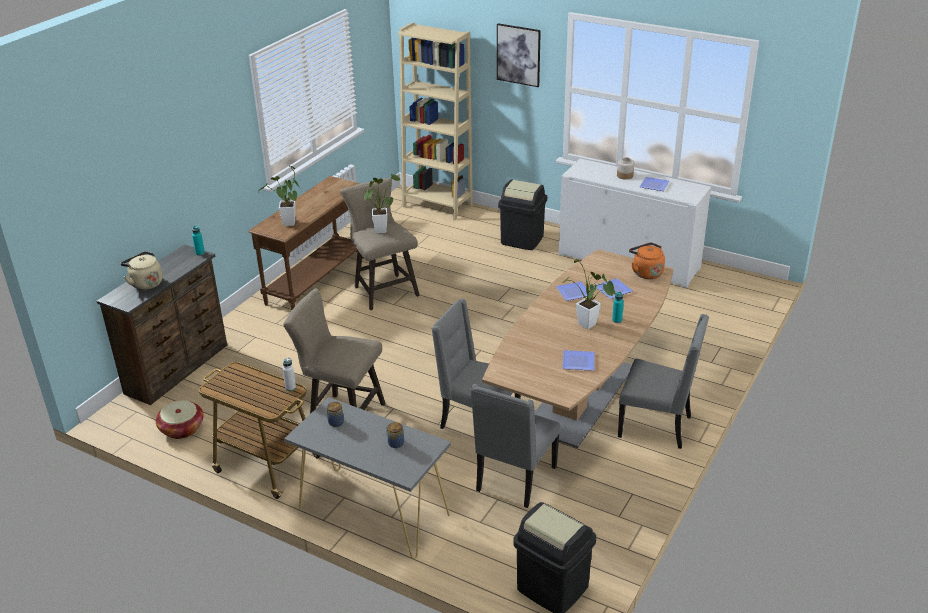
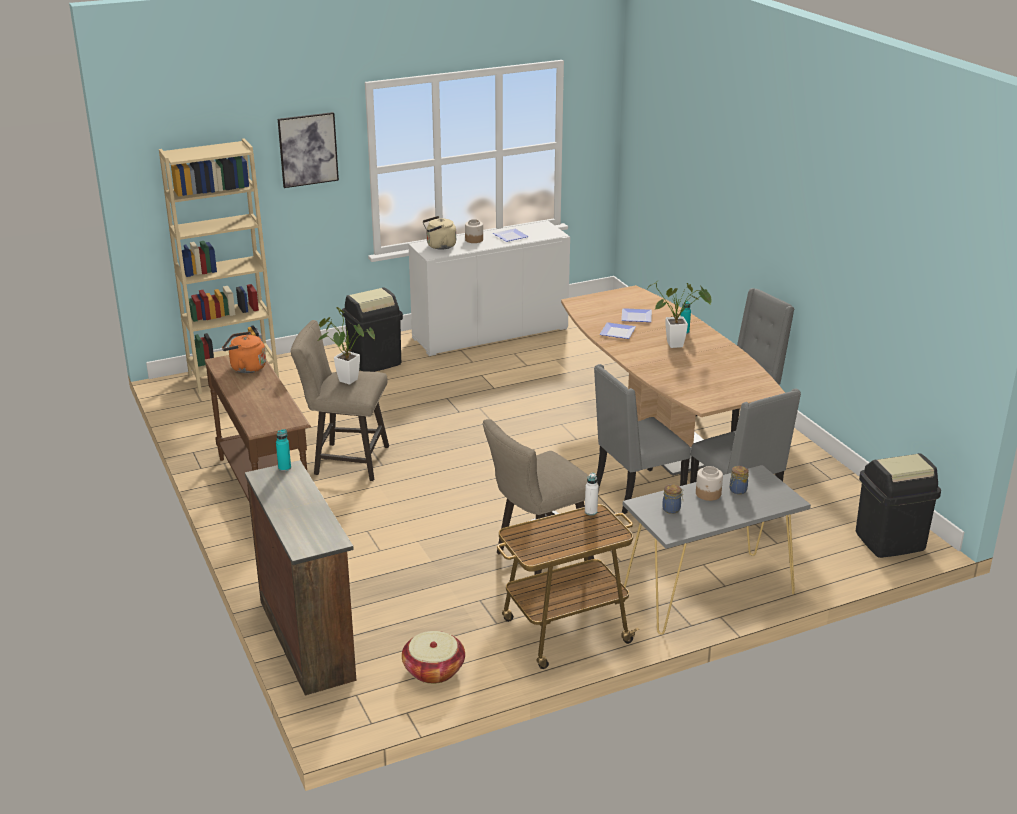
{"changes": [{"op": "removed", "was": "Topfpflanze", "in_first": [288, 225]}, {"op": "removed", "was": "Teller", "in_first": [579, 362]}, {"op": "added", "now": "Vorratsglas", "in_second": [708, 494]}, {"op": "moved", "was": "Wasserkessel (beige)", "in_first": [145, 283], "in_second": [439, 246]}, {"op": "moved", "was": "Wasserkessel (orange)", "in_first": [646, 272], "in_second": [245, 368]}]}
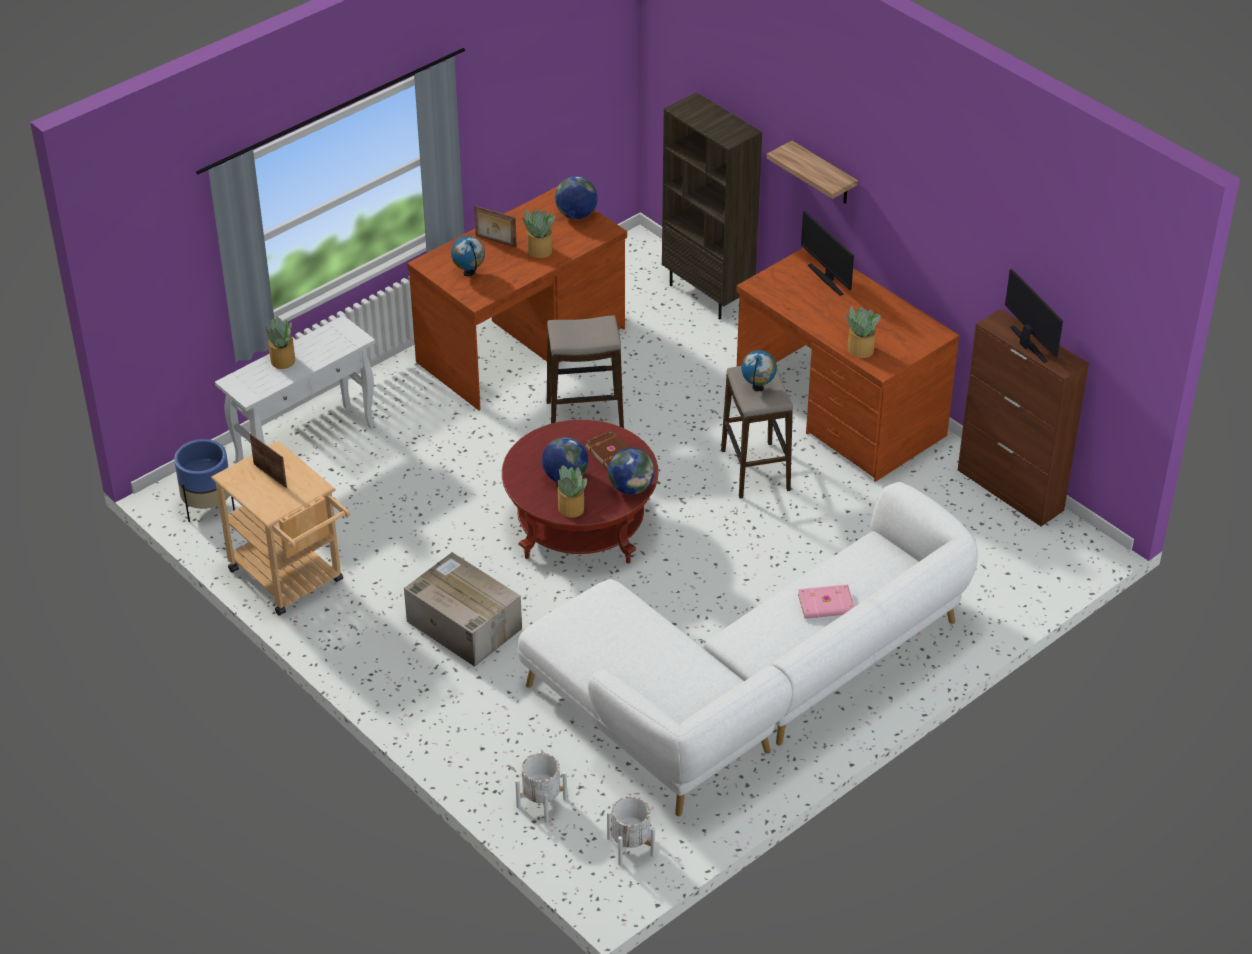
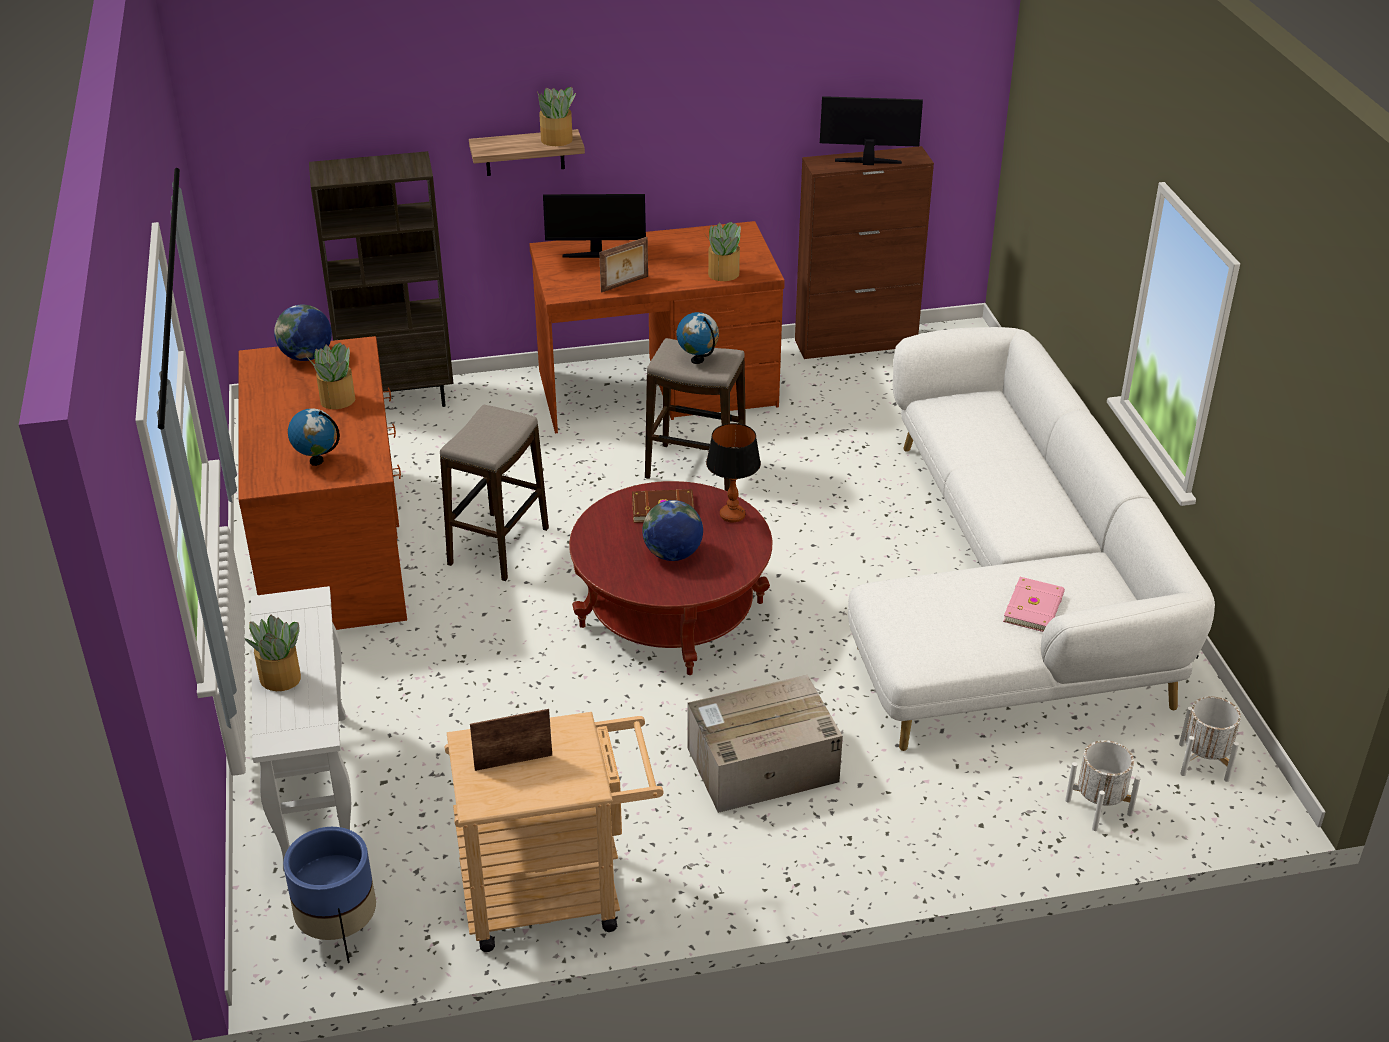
{"changes": [{"op": "moved", "was": "Bilderrahmen", "in_first": [495, 241], "in_second": [625, 284]}, {"op": "moved", "was": "Topfpflanze", "in_first": [571, 508], "in_second": [557, 140]}, {"op": "moved", "was": "Buch (rosa)", "in_first": [826, 605], "in_second": [1035, 608]}, {"op": "replaced", "was": "Globus", "now": "Tischlampe", "in_first": [631, 488], "in_second": [732, 515]}]}
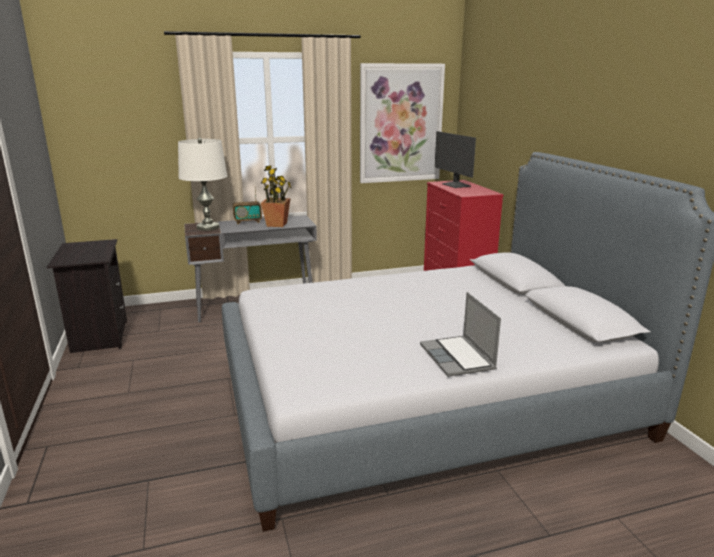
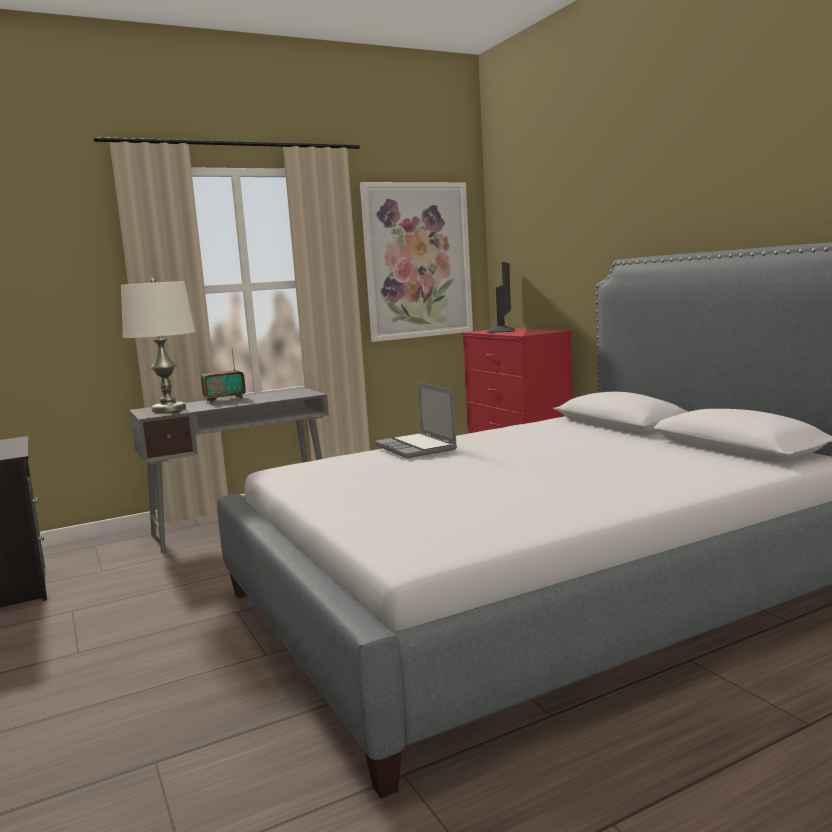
{"changes": [{"op": "removed", "was": "Topfpflanze", "in_first": [277, 224]}, {"op": "moved", "was": "Laptop", "in_first": [458, 358], "in_second": [417, 447]}, {"op": "turned", "was": "Monitor", "in_first": [455, 185], "in_second": [502, 330], "clockwise": -135}]}
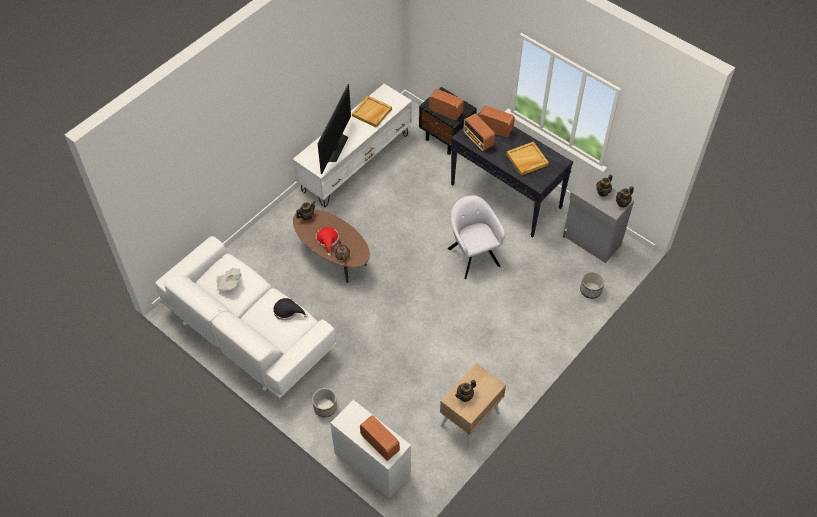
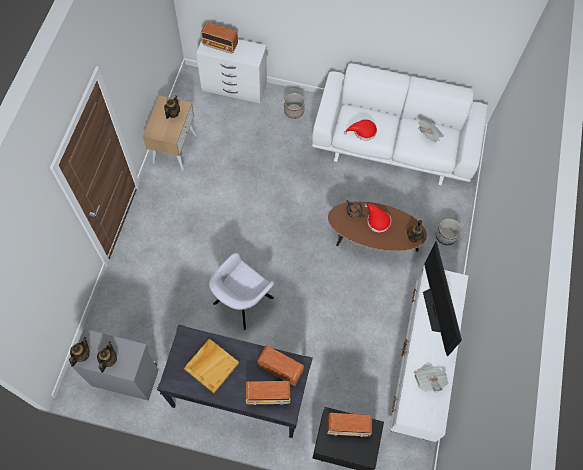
{"changes": [{"op": "moved", "was": "Pflanzkübel", "in_first": [590, 290], "in_second": [446, 236]}, {"op": "replaced", "was": "Tablett (beige)", "now": "Zeitung", "in_first": [372, 113], "in_second": [428, 379]}, {"op": "recoloured", "was": "Hut (schwarz)", "now": "Hut (rot)", "in_first": [287, 311], "in_second": [363, 131]}, {"op": "turned", "was": "Sessel (grau)", "in_first": [472, 255], "in_second": [241, 302], "clockwise": 90}]}
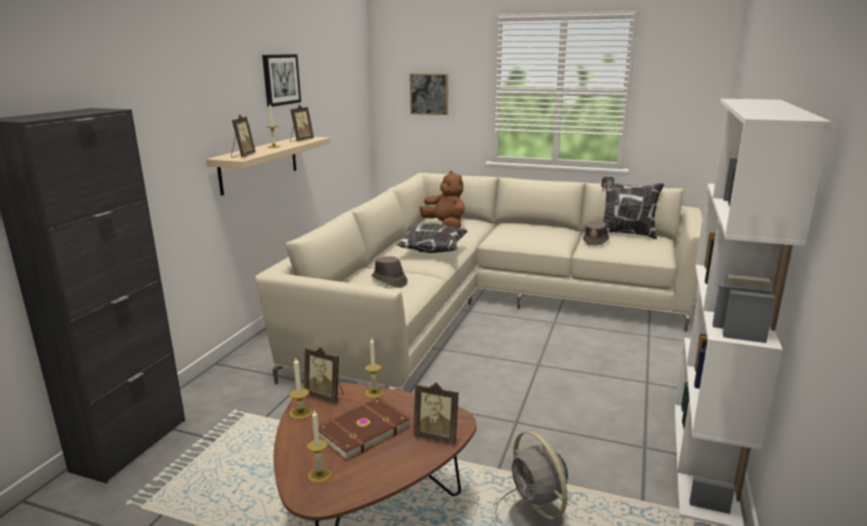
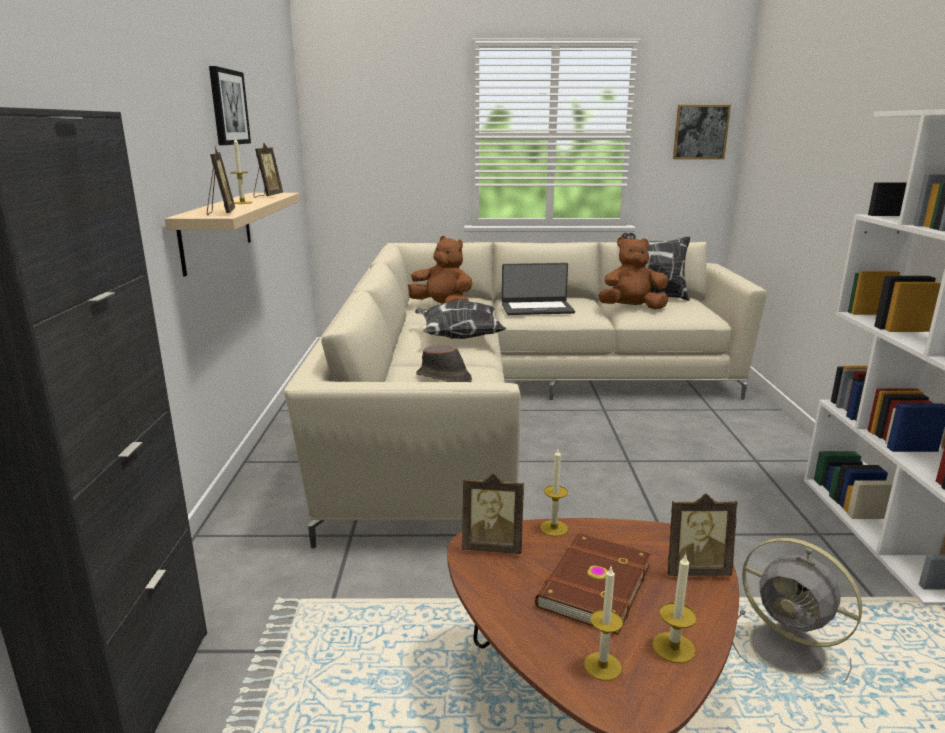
{"changes": [{"op": "added", "now": "Laptop", "in_second": [537, 308]}, {"op": "moved", "was": "Kerze", "in_first": [300, 412], "in_second": [673, 647]}, {"op": "moved", "was": "Bild", "in_first": [429, 94], "in_second": [700, 132]}, {"op": "replaced", "was": "Hut (braun)", "now": "Plüschtier (braun)", "in_first": [596, 241], "in_second": [631, 308]}]}
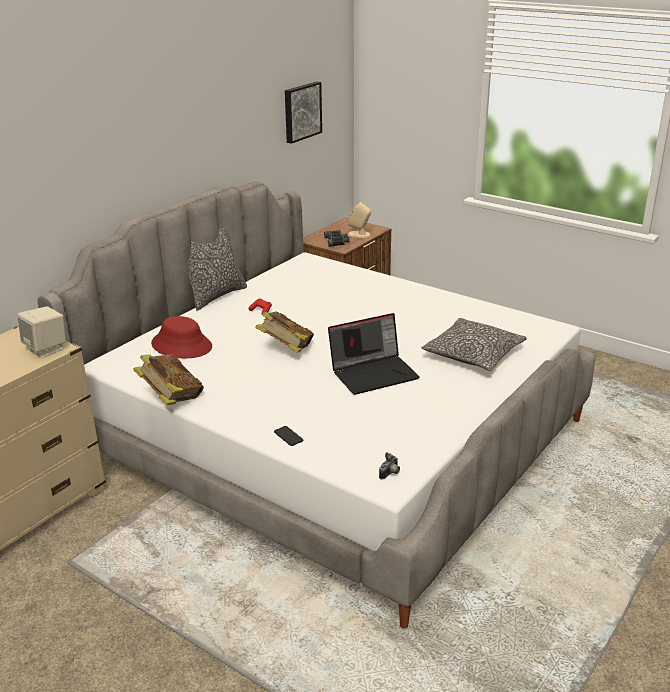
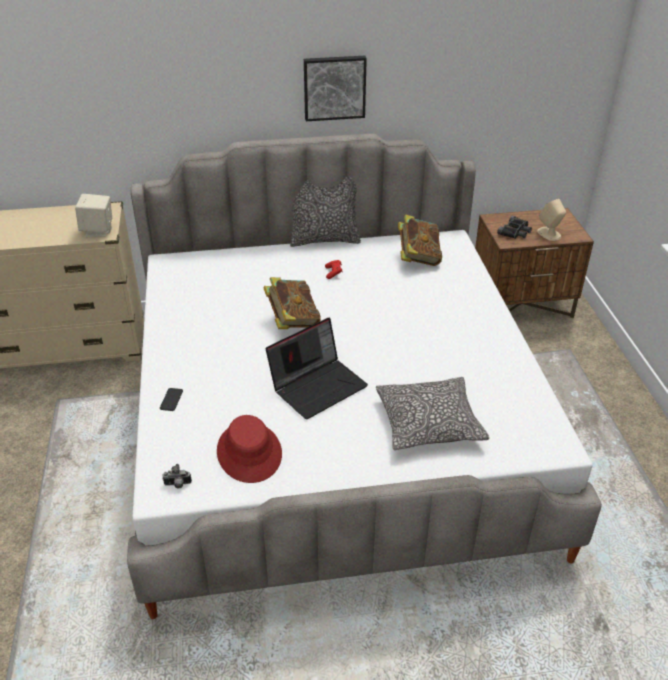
{"changes": [{"op": "moved", "was": "Buch", "in_first": [171, 398], "in_second": [418, 258]}, {"op": "moved", "was": "Hut (rot)", "in_first": [182, 345], "in_second": [249, 452]}, {"op": "moved", "was": "Bild", "in_first": [301, 111], "in_second": [334, 87]}, {"op": "turned", "was": "Laptop", "in_first": [374, 373], "in_second": [318, 385], "clockwise": -60}]}
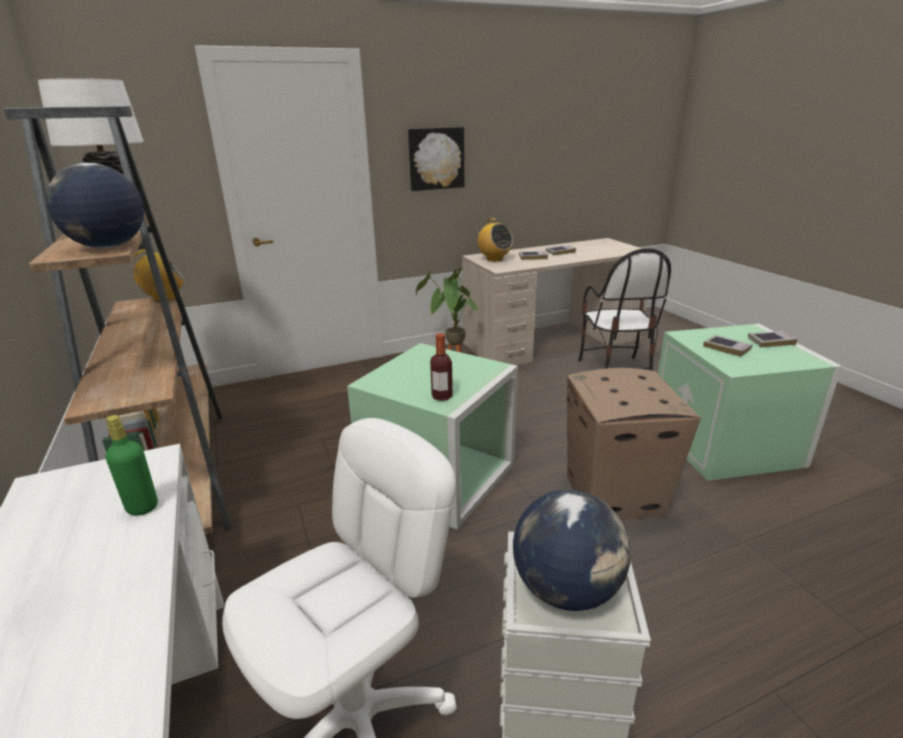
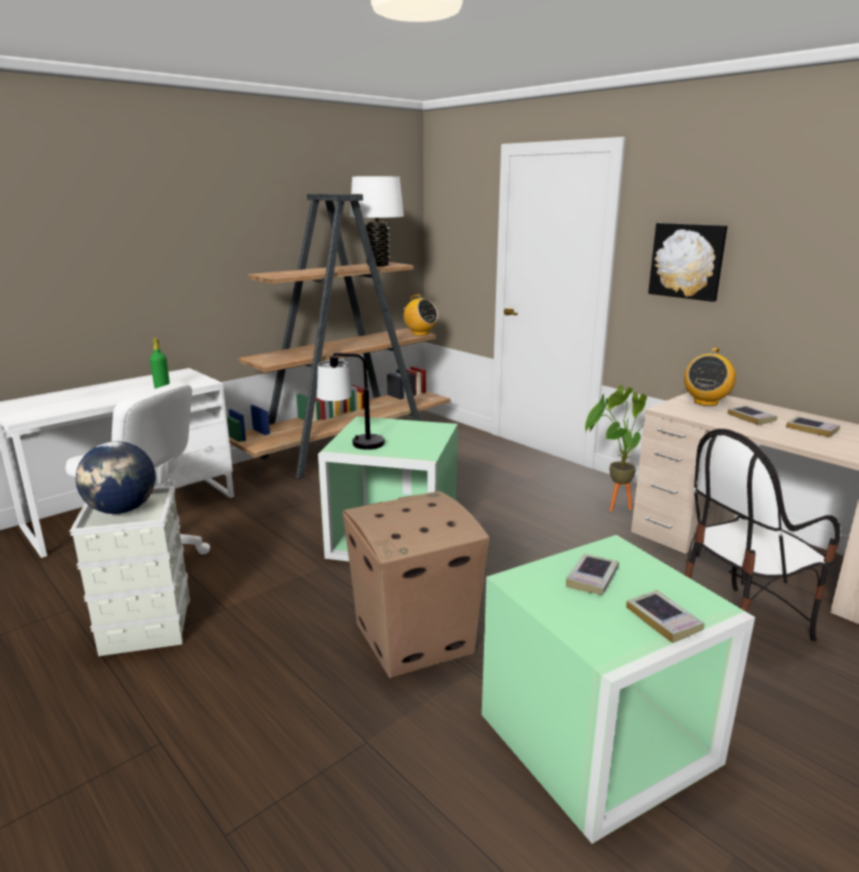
{"changes": [{"op": "removed", "was": "Globus", "in_first": [108, 247]}, {"op": "replaced", "was": "Flasche", "now": "Tischlampe", "in_first": [442, 396], "in_second": [352, 445]}]}
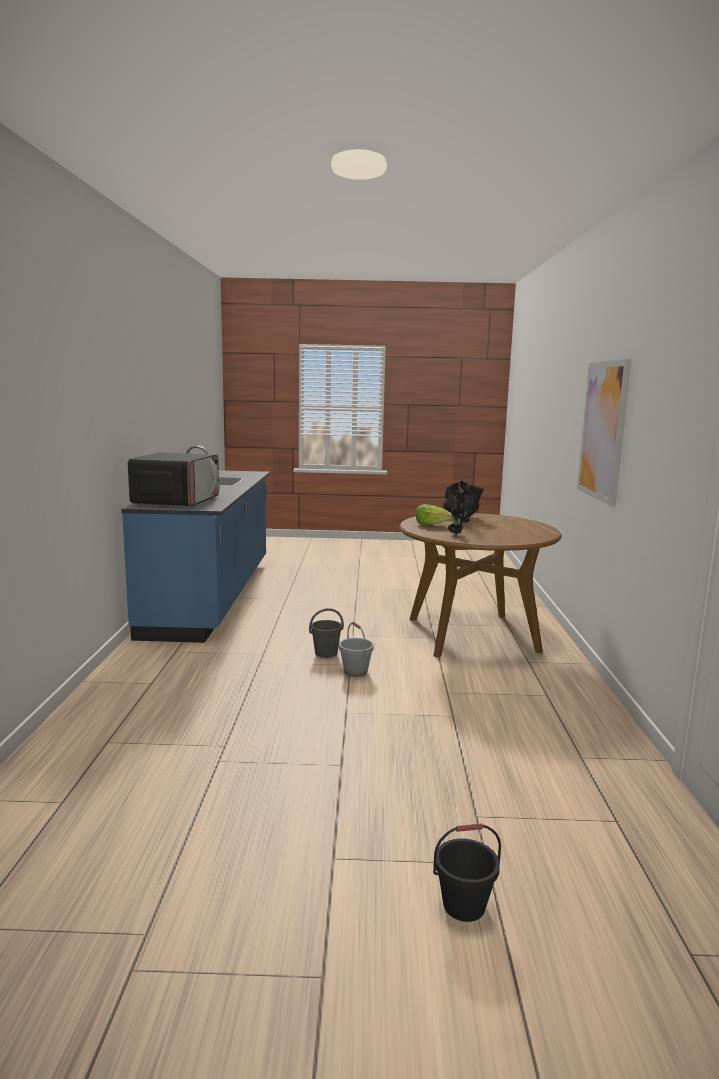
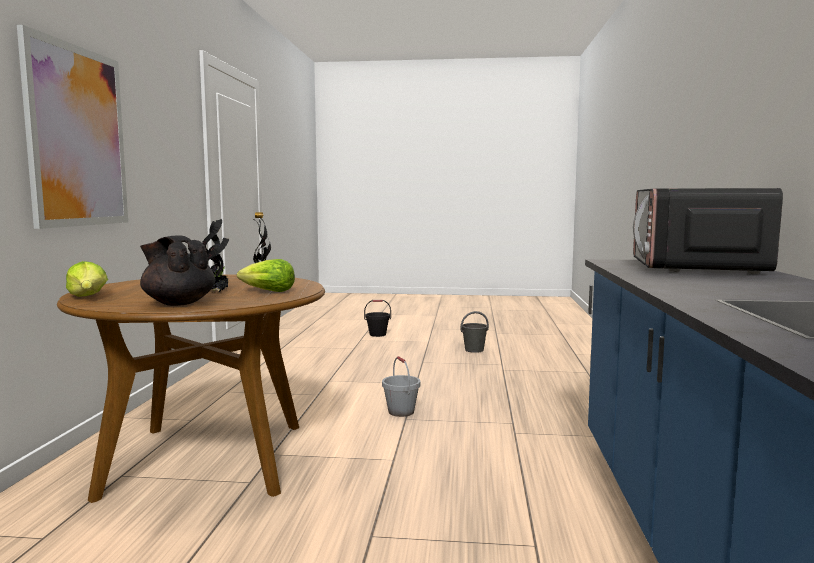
{"changes": [{"op": "added", "now": "Salatkopf", "in_second": [88, 297]}, {"op": "moved", "was": "Eimer (grau)", "in_first": [326, 653], "in_second": [474, 350]}]}
